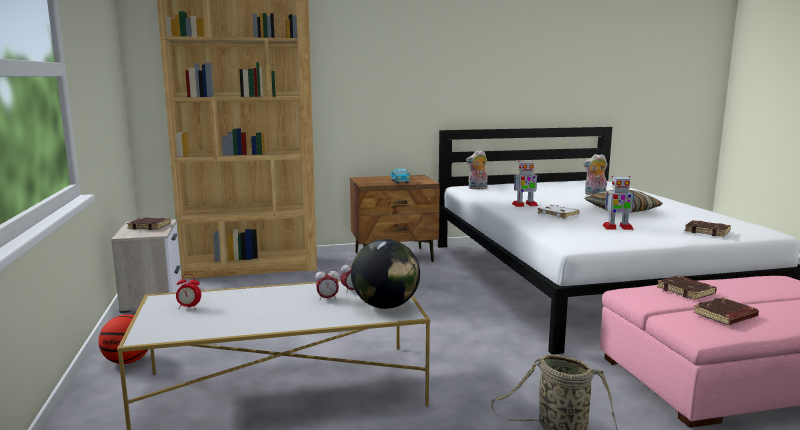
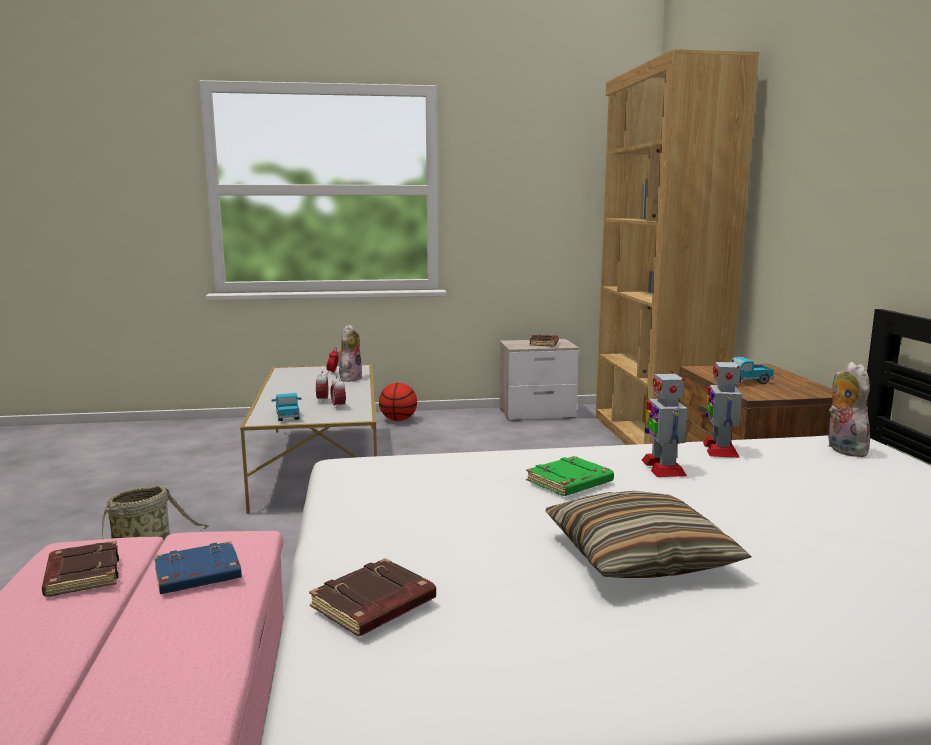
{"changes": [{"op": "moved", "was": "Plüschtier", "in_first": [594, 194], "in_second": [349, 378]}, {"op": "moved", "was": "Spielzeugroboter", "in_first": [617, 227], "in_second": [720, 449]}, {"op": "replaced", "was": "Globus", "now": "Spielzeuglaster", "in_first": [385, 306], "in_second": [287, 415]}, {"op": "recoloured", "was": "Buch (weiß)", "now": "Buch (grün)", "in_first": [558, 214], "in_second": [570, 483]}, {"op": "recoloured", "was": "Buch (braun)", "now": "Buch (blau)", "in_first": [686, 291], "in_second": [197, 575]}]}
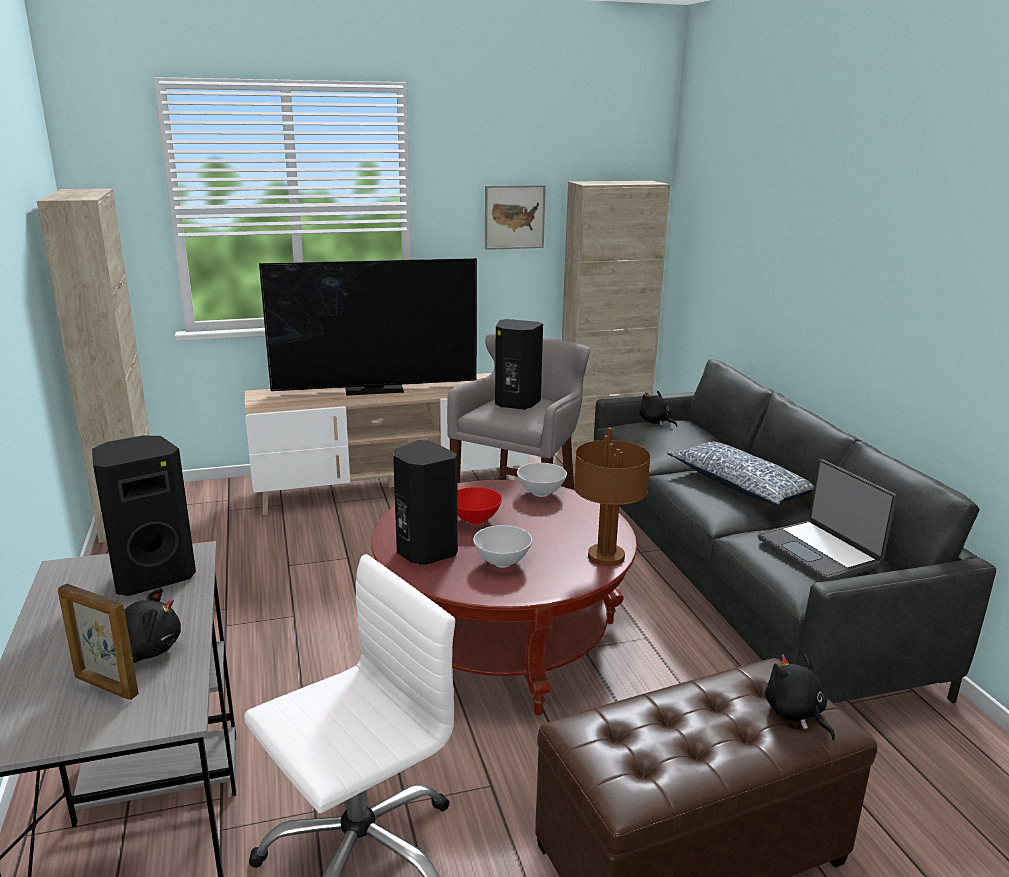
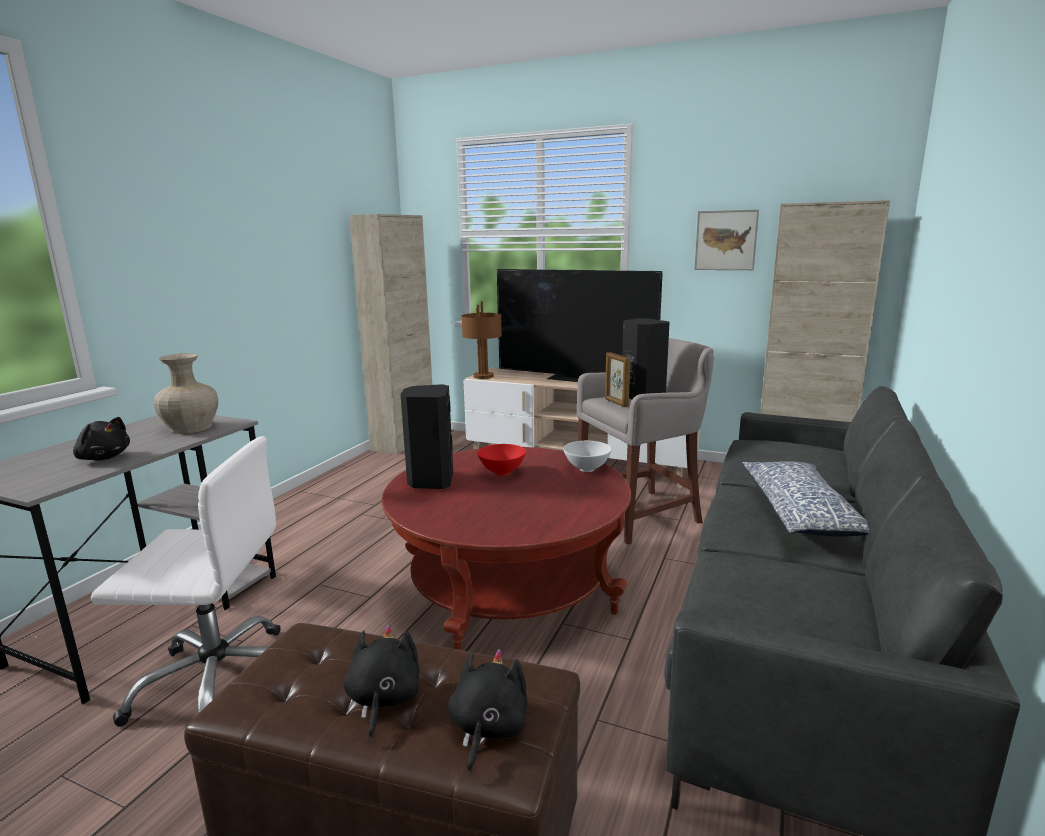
{"changes": [{"op": "removed", "was": "Schüssel (weiß)", "in_first": [502, 563]}, {"op": "removed", "was": "Laptop", "in_first": [820, 552]}, {"op": "moved", "was": "Bilderrahmen", "in_first": [105, 686], "in_second": [616, 403]}, {"op": "moved", "was": "Tischlampe (braun)", "in_first": [607, 556], "in_second": [483, 376]}, {"op": "moved", "was": "Plüschtier (schwarz)", "in_first": [656, 422], "in_second": [383, 699]}, {"op": "replaced", "was": "Lautsprecher (schwarz)", "now": "Vase (beige)", "in_first": [152, 576], "in_second": [192, 427]}]}
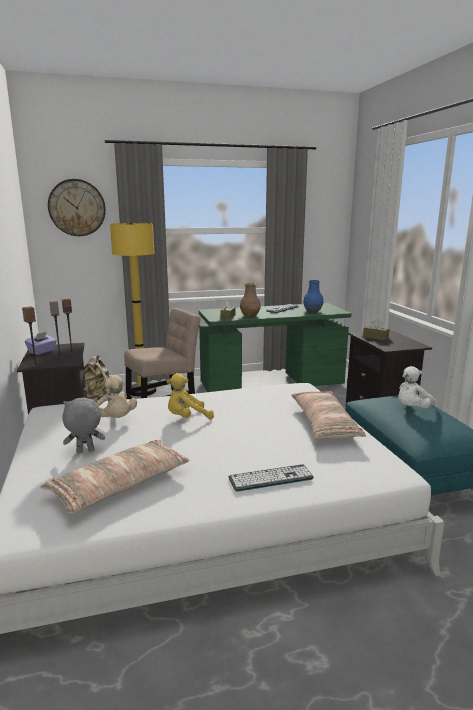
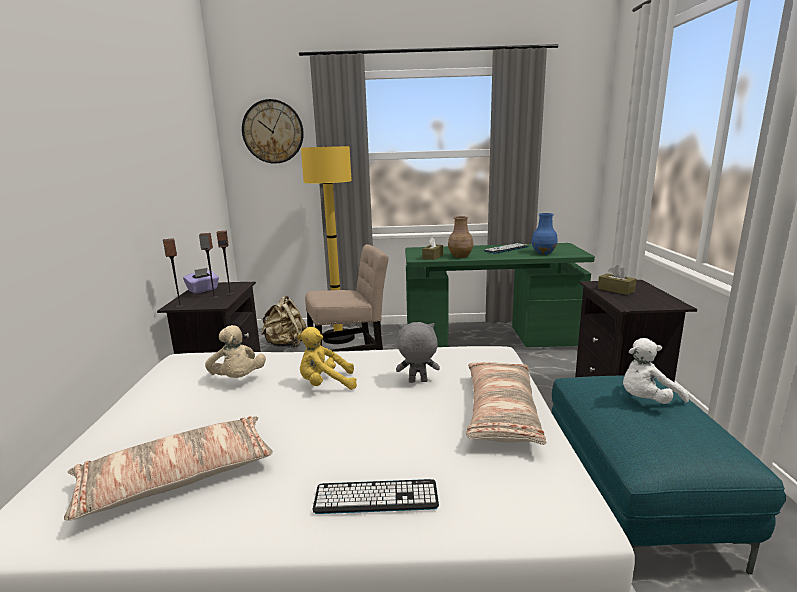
{"changes": [{"op": "moved", "was": "Plüschtier (grau)", "in_first": [85, 452], "in_second": [417, 382]}]}
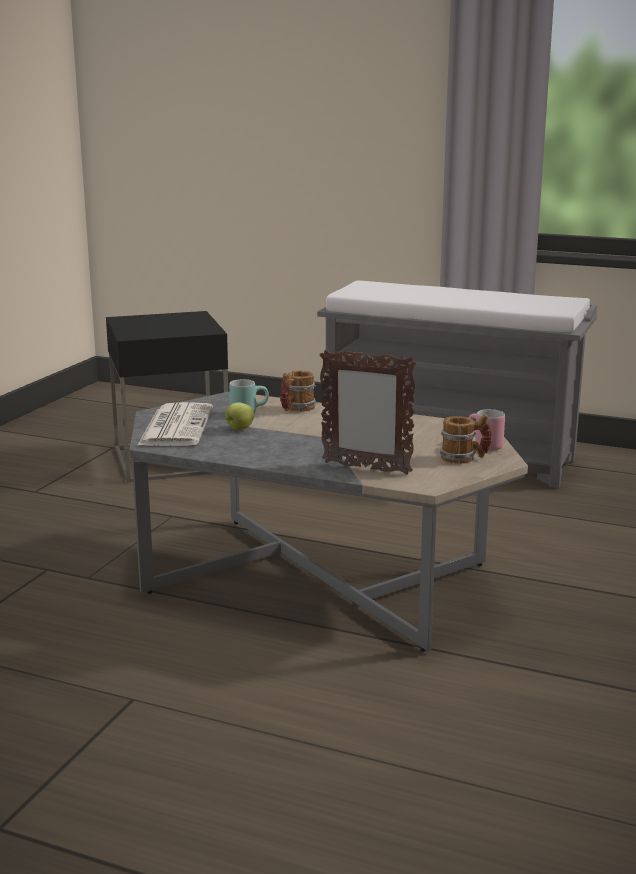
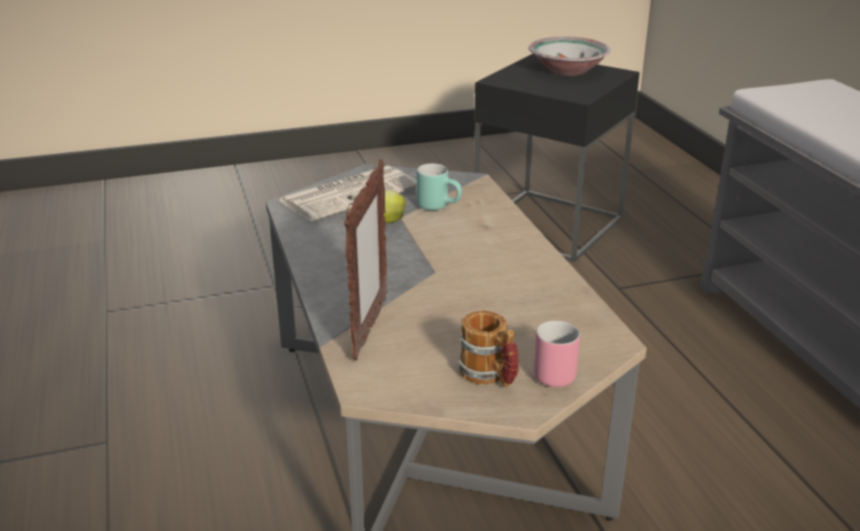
{"changes": [{"op": "removed", "was": "Henkelbecher", "in_first": [296, 409]}, {"op": "added", "now": "Schüssel", "in_second": [567, 70]}, {"op": "turned", "was": "Bilderrahmen", "in_first": [365, 468], "in_second": [369, 328], "clockwise": -150}]}
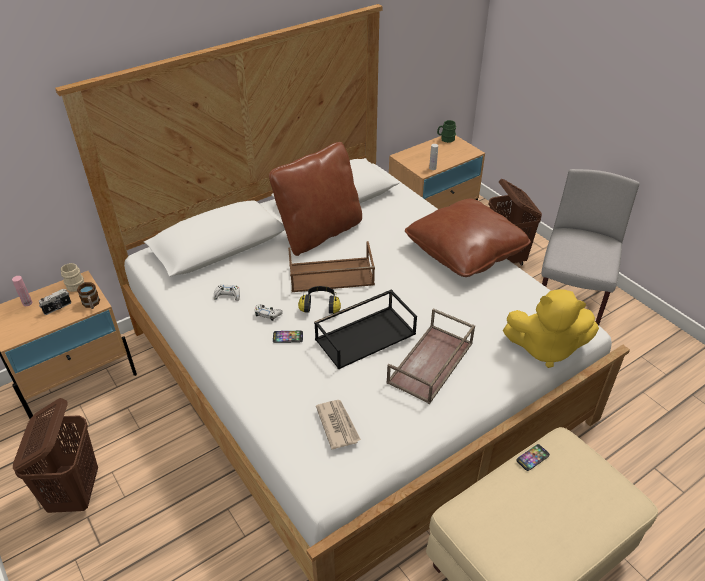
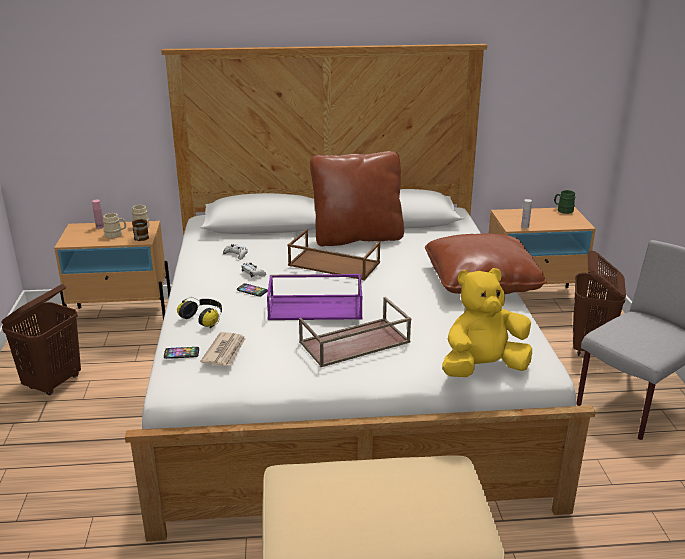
{"changes": [{"op": "moved", "was": "Kopfhörer", "in_first": [320, 305], "in_second": [204, 319]}, {"op": "moved", "was": "Handy", "in_first": [532, 458], "in_second": [181, 353]}, {"op": "replaced", "was": "Kamera", "now": "Henkelbecher (beige)", "in_first": [58, 308], "in_second": [116, 235]}, {"op": "recoloured", "was": "Tablett (schwarz)", "now": "Tablett (lila)", "in_first": [366, 335], "in_second": [316, 307]}, {"op": "turned", "was": "Plüschtier (gelb)", "in_first": [545, 348], "in_second": [483, 368], "clockwise": 120}]}
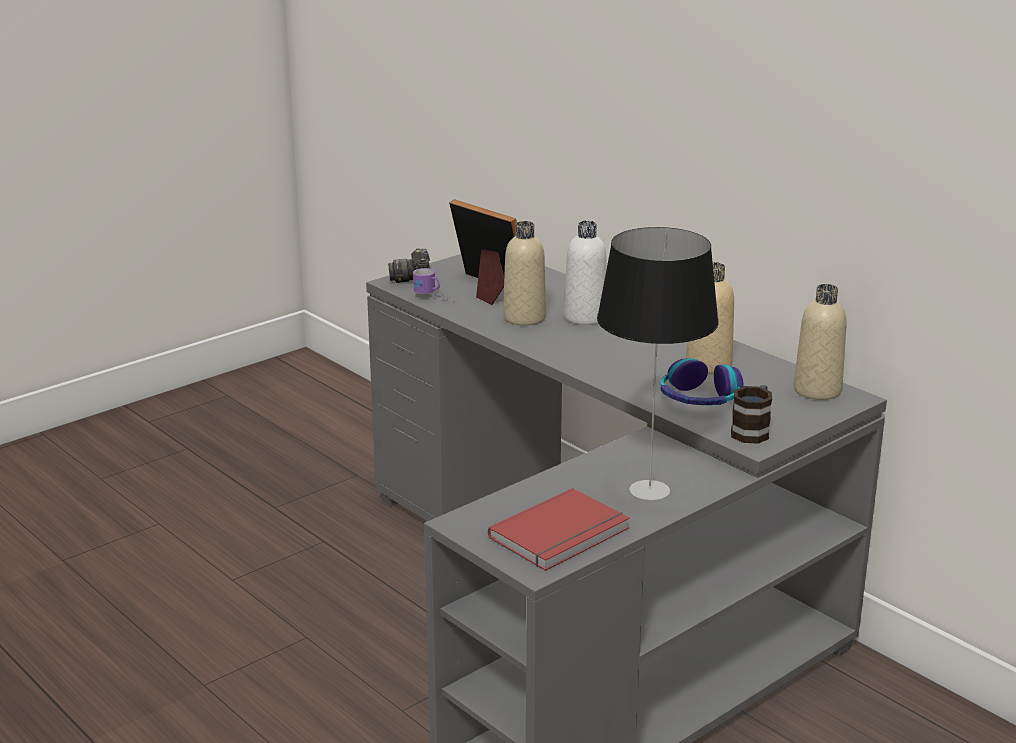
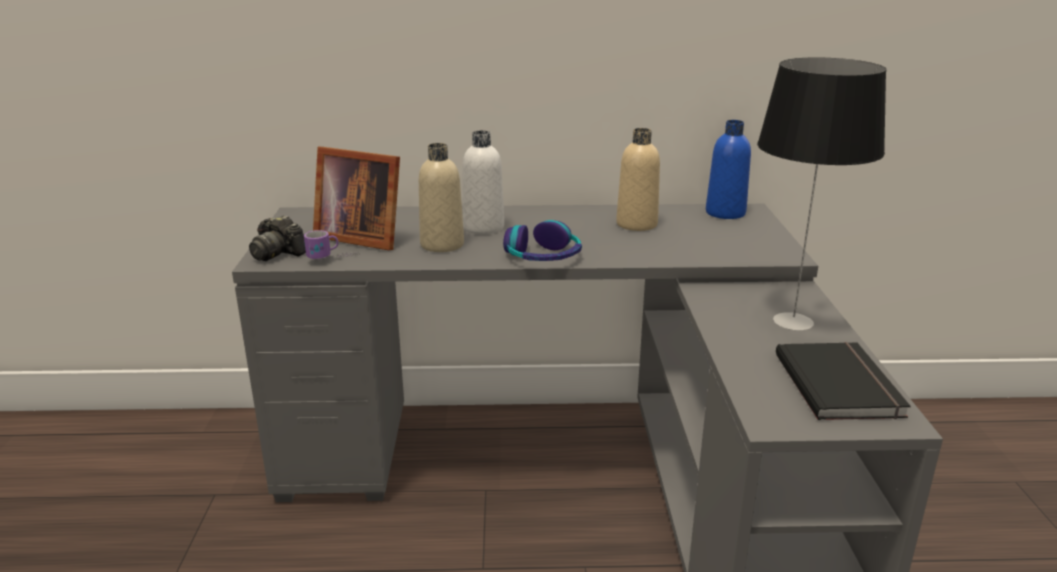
{"changes": [{"op": "removed", "was": "Henkelbecher", "in_first": [752, 430]}, {"op": "moved", "was": "Kopfhörer", "in_first": [699, 399], "in_second": [543, 257]}, {"op": "recoloured", "was": "Buch (rot)", "now": "Buch (schwarz)", "in_first": [562, 534], "in_second": [841, 384]}, {"op": "recoloured", "was": "Flasche (beige)", "now": "Flasche (blau)", "in_first": [817, 390], "in_second": [725, 213]}, {"op": "turned", "was": "Bilderrahmen", "in_first": [487, 289], "in_second": [360, 237], "clockwise": -150}]}
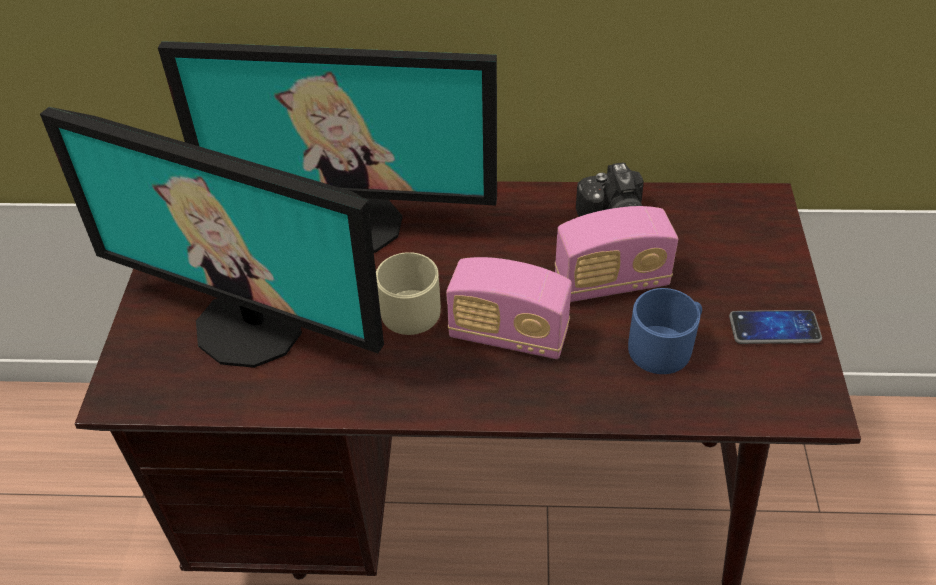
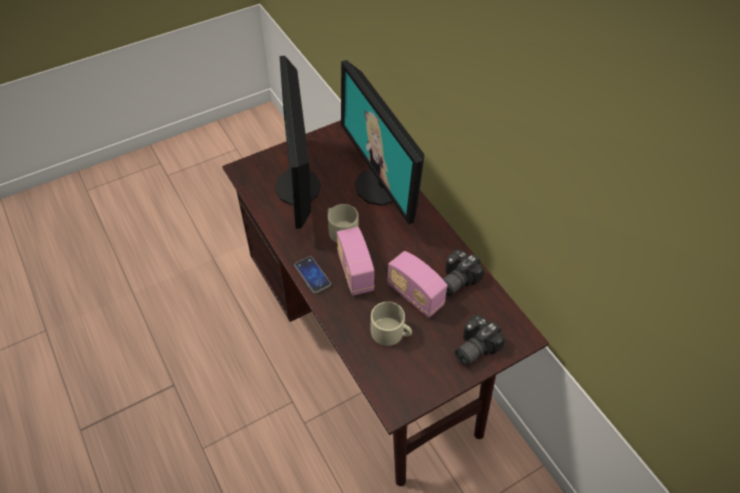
{"changes": [{"op": "added", "now": "Kamera", "in_second": [472, 347]}, {"op": "moved", "was": "Handy", "in_first": [774, 328], "in_second": [312, 275]}, {"op": "recoloured", "was": "Henkelbecher (blau)", "now": "Henkelbecher (beige)", "in_first": [666, 345], "in_second": [391, 333]}]}
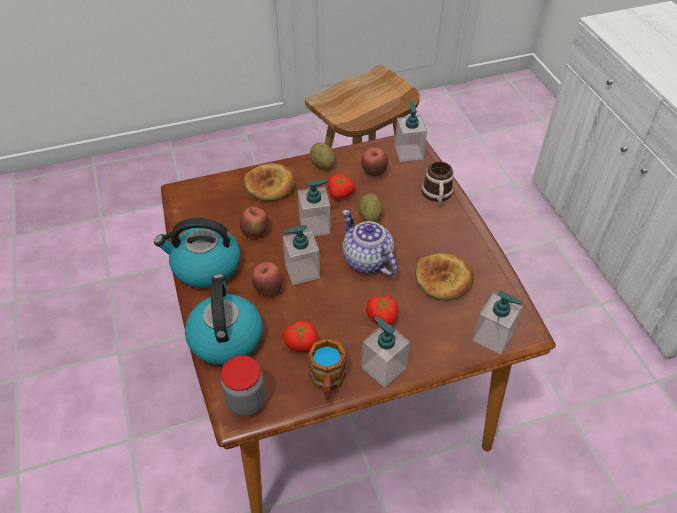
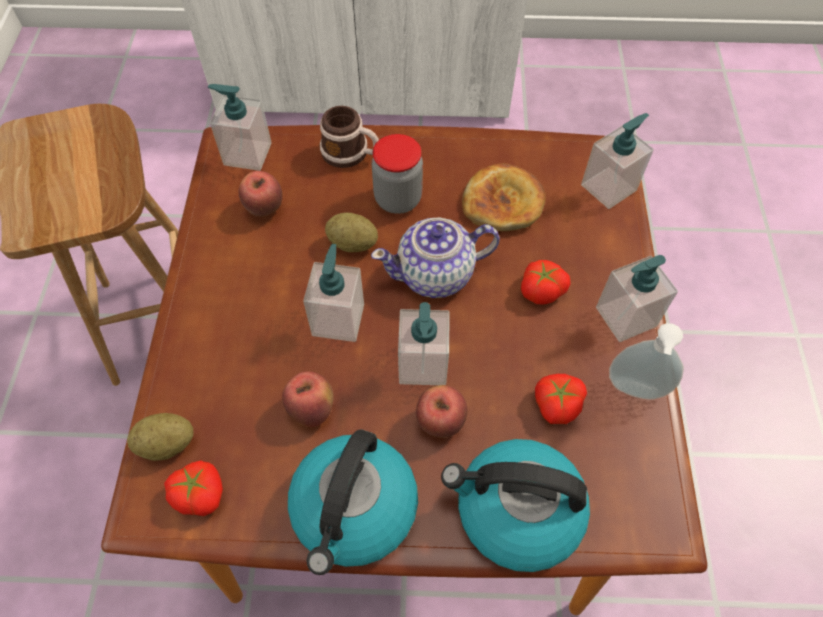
{"changes": [{"op": "removed", "was": "Brot", "in_first": [270, 185]}, {"op": "moved", "was": "Vorratsglas", "in_first": [247, 401], "in_second": [398, 199]}, {"op": "moved", "was": "Kartoffel", "in_first": [322, 164], "in_second": [167, 444]}, {"op": "moved", "was": "Tomate", "in_first": [341, 193], "in_second": [200, 492]}, {"op": "replaced", "was": "Henkelbecher", "now": "Seifenspender", "in_first": [327, 382], "in_second": [634, 391]}]}
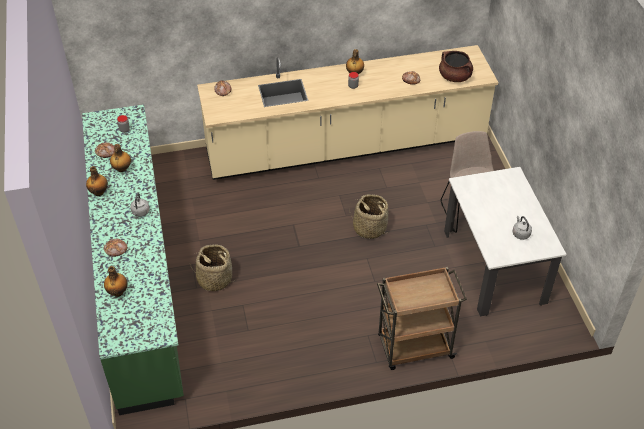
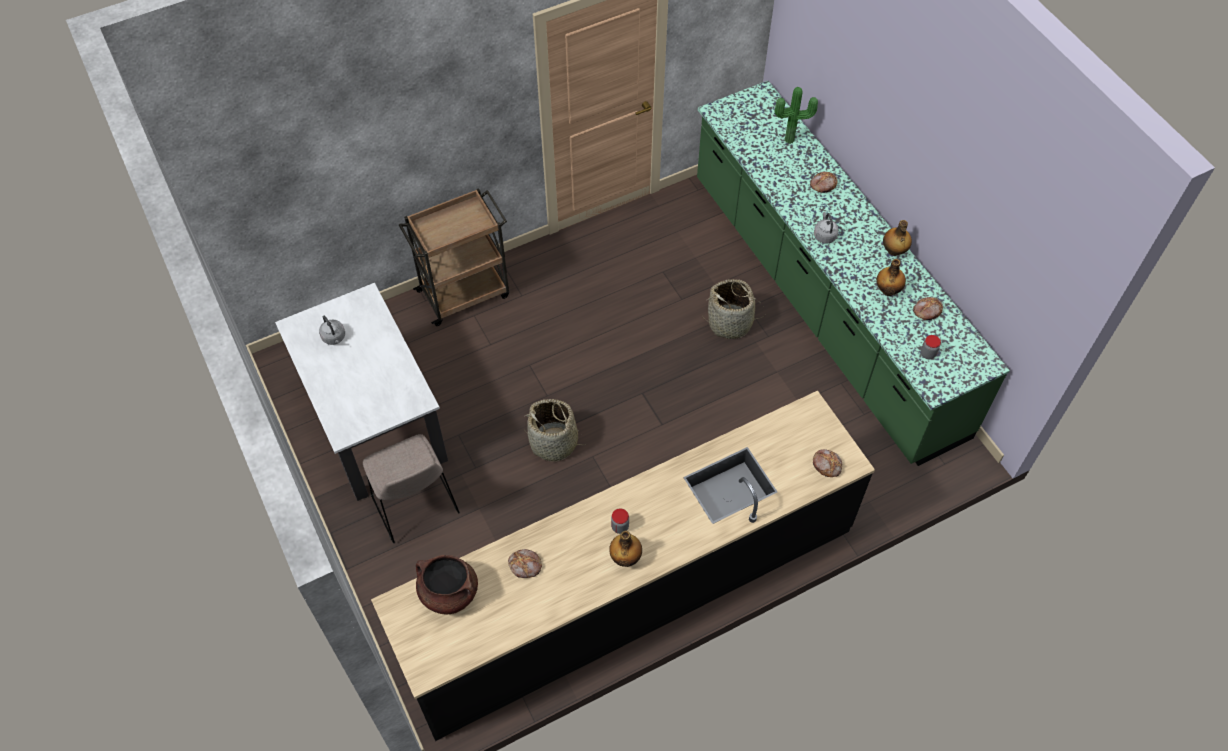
{"changes": [{"op": "replaced", "was": "Flasche", "now": "Topfpflanze", "in_first": [118, 292], "in_second": [790, 141]}, {"op": "recoloured", "was": "Küchenzeile (beige)", "now": "Küchenzeile (schwarz)", "in_first": [346, 146], "in_second": [629, 591]}]}
